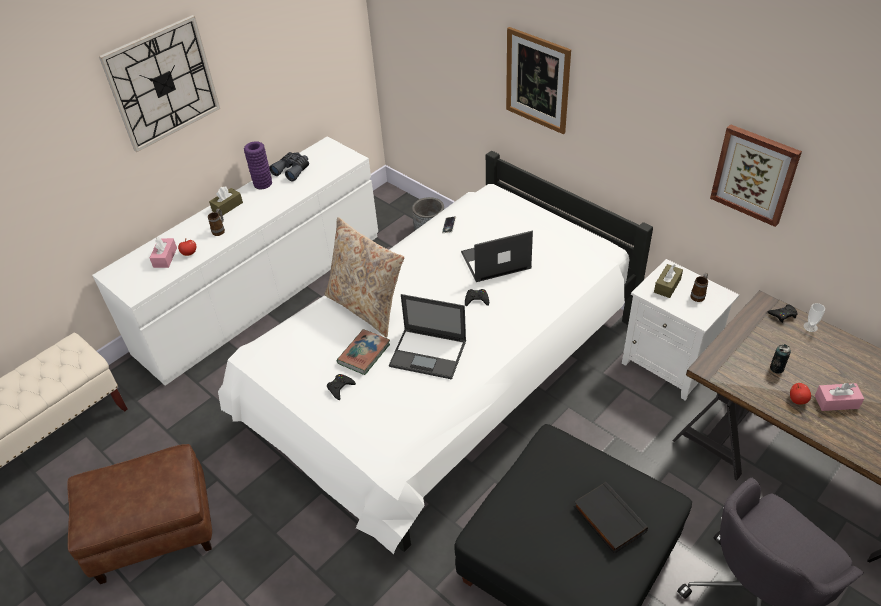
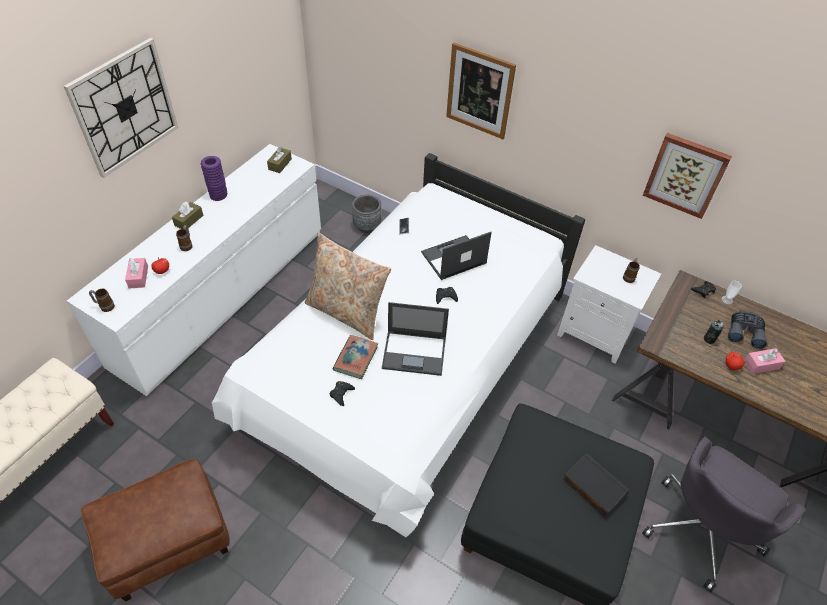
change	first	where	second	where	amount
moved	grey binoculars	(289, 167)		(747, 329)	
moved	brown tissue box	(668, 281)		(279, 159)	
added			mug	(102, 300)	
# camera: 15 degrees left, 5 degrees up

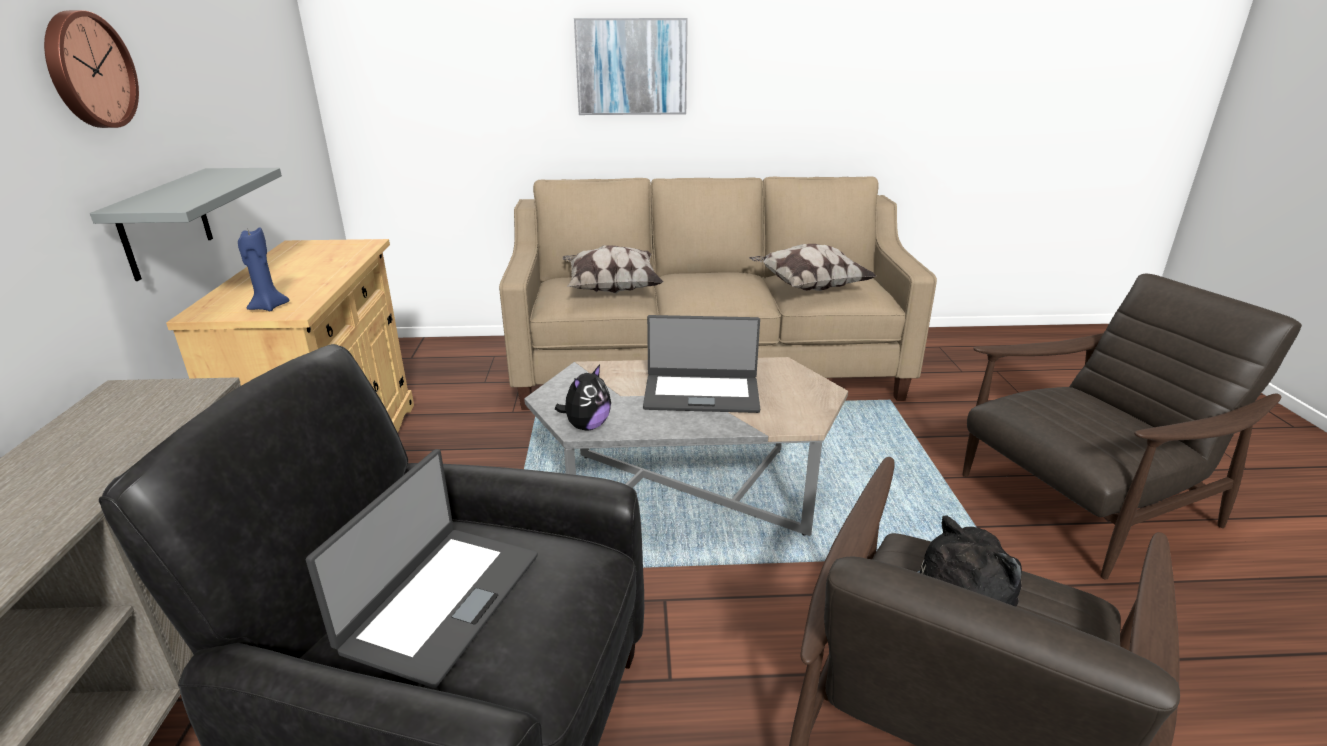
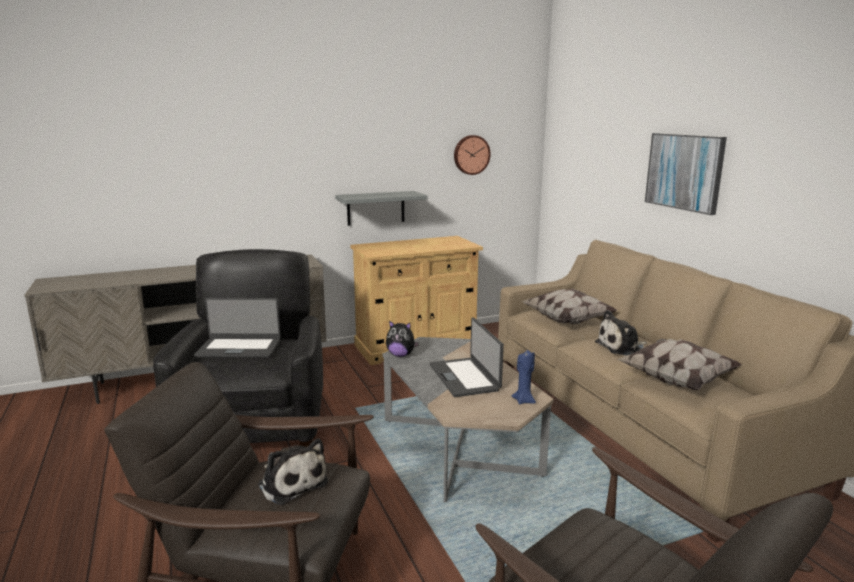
change	first	where	second	where	amount
moved	wall clock	(91, 69)		(472, 155)	
moved	blue candle	(264, 269)		(524, 377)	
added			plush toy	(621, 333)	
# camera: 70 degrees right, 10 degrees down

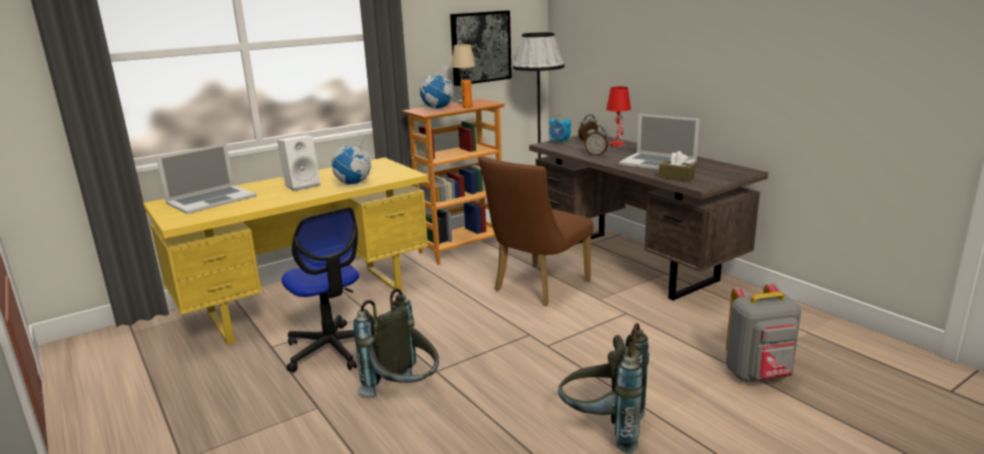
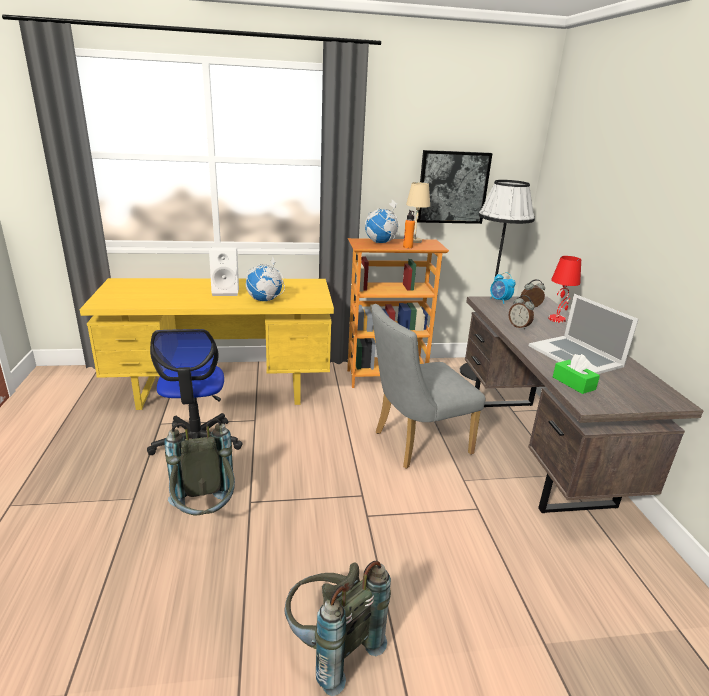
change	first	where	second	where	amount
removed	laptop	(206, 178)			
recoloured	brown tissue box	(677, 166)	green tissue box	(576, 374)	
recoloured	brown chair	(536, 231)	grey chair	(428, 386)	
removed	grey backpack	(763, 332)			
# camera: 25 degrees right, 5 degrees up

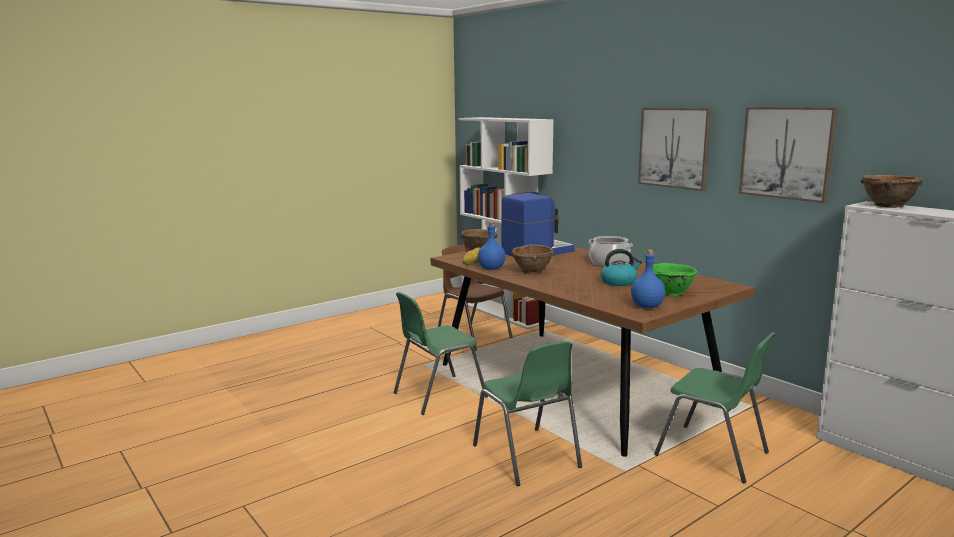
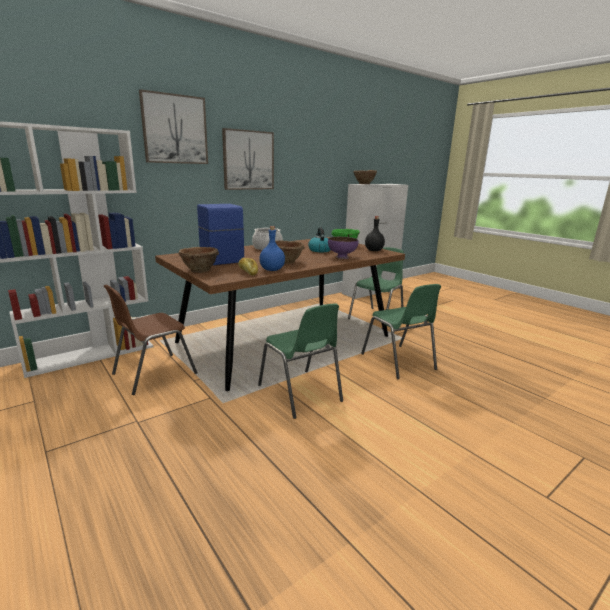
change	first	where	second	where	amount
moved	picture	(788, 155)		(173, 126)	
recoloured	blue bottle	(648, 279)	black bottle	(375, 233)	
turned	green chair	(527, 413)		(401, 331)	90 degrees clockwise
added			purple bowl	(343, 248)	
# camera: 90 degrees left, 5 degrees up

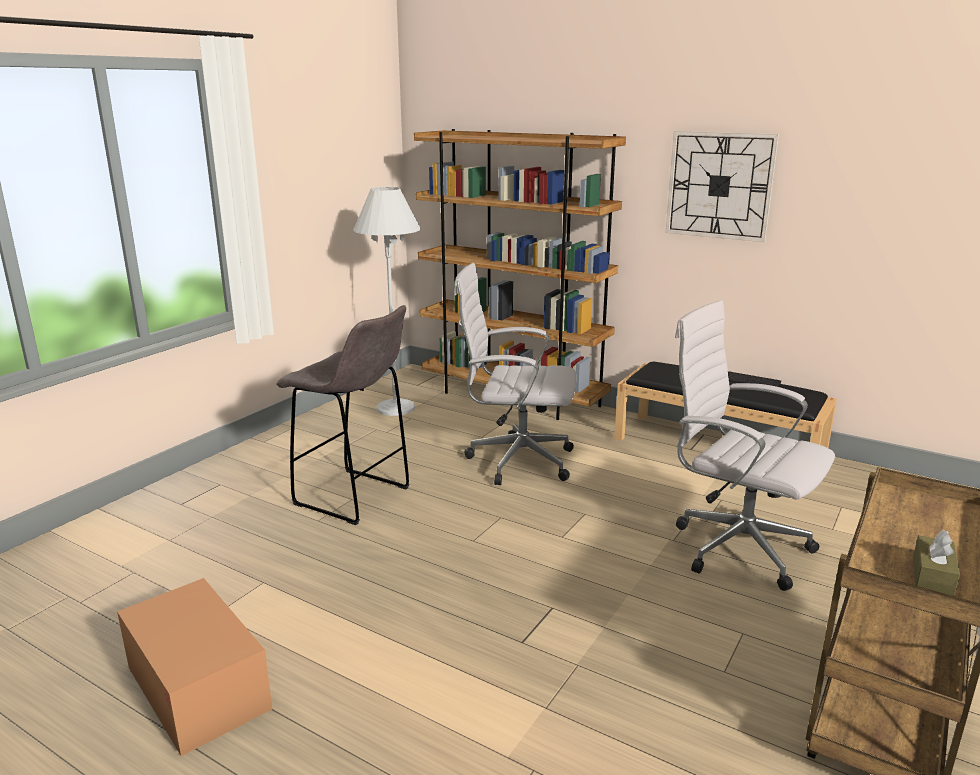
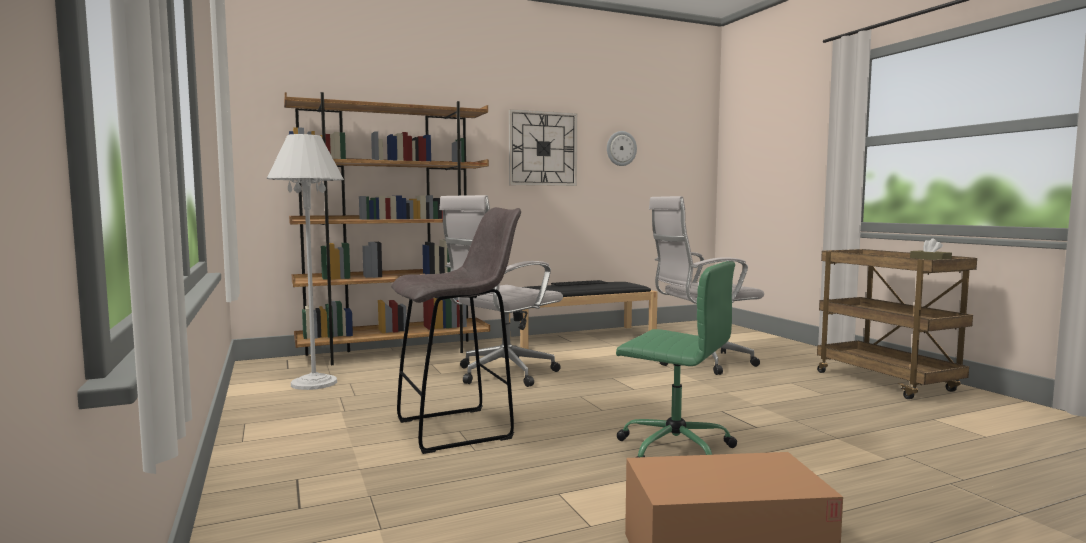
change	first	where	second	where	amount
added			wall clock	(622, 148)	
added			green office chair	(676, 359)	
# camera: 55 degrees left, 15 degrees down

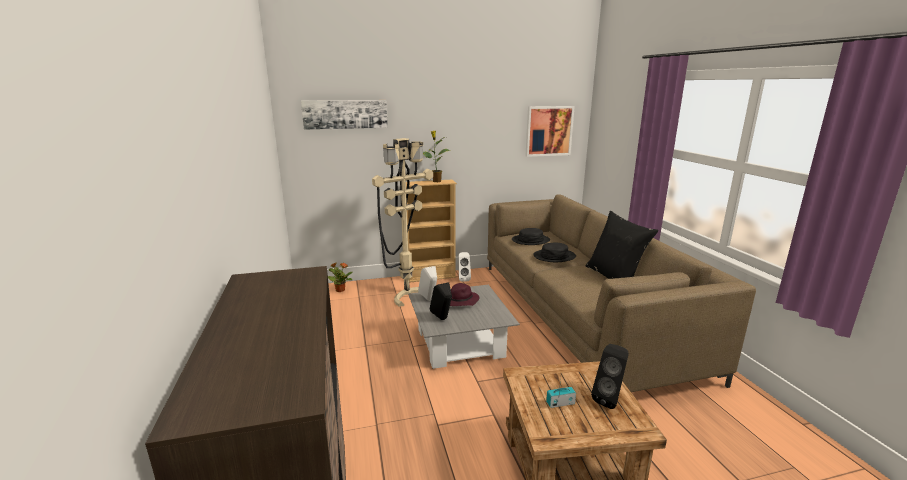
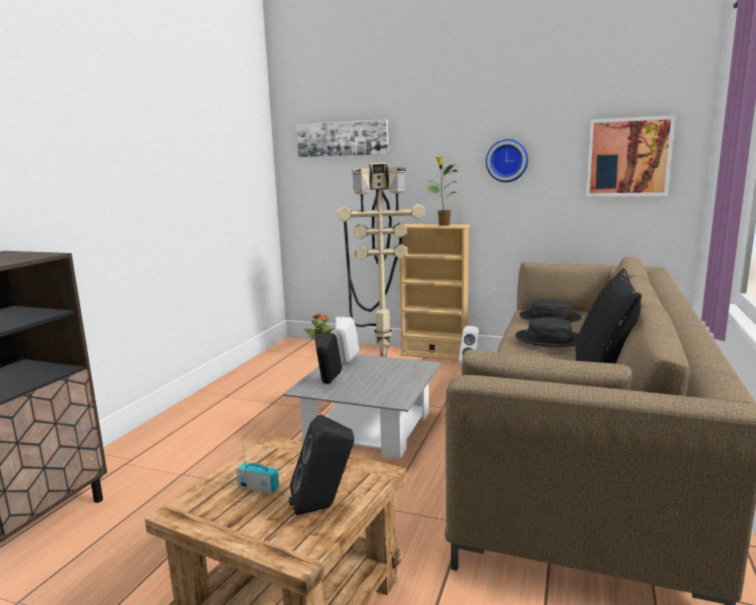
change	first	where	second	where	amount
removed	purple hat	(465, 294)			
added			wall clock	(507, 160)	
# camera: 35 degrees right, 5 degrees down

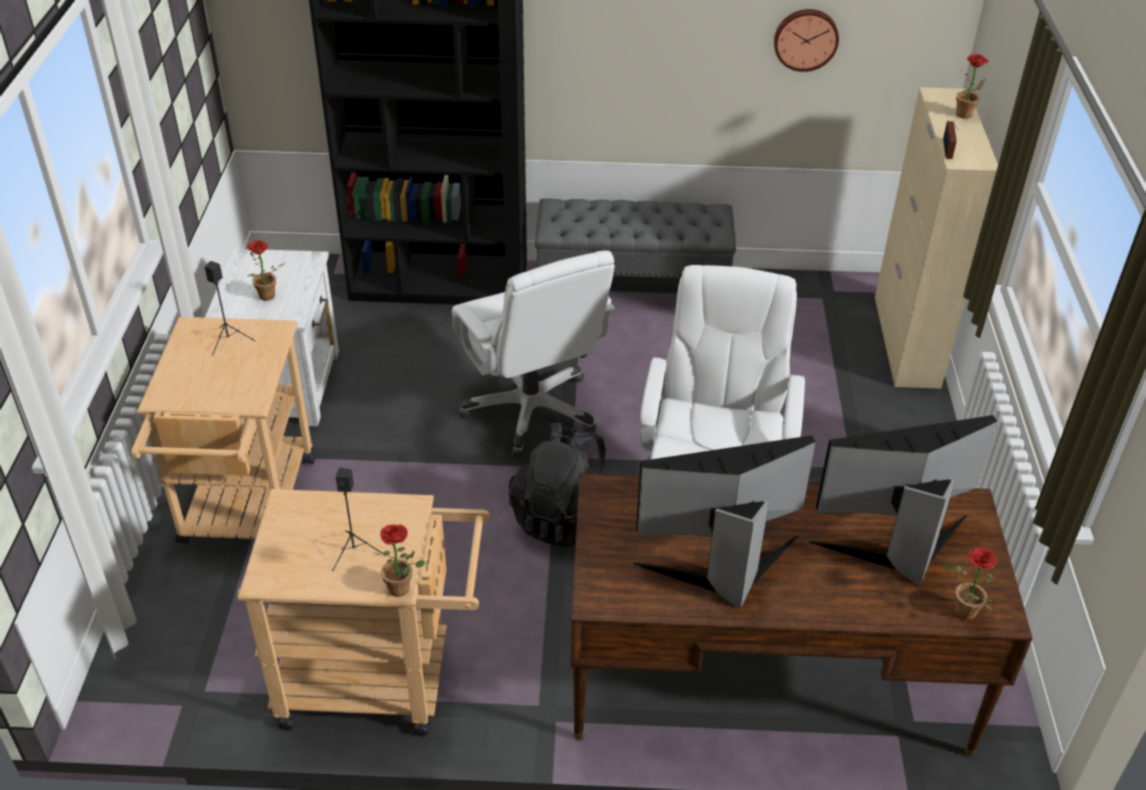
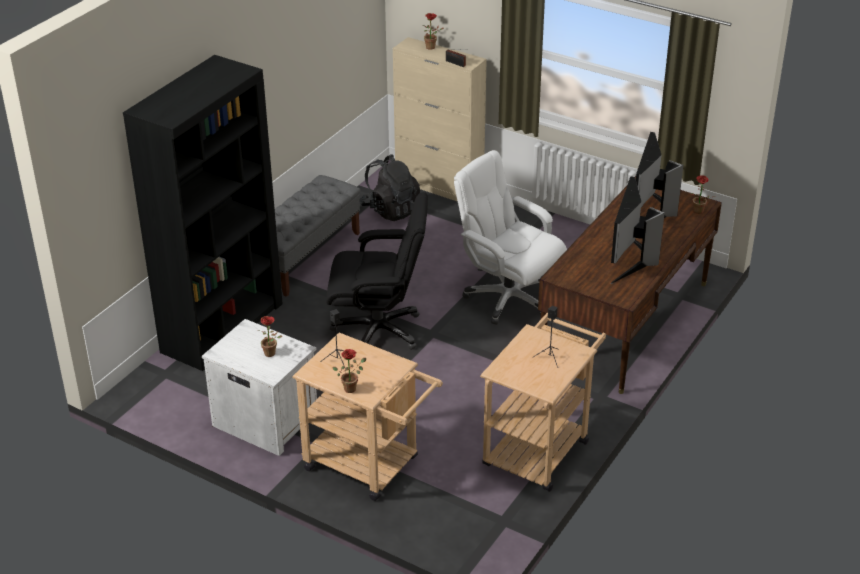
change	first	where	second	where	amount
removed	wall clock	(806, 40)			
recoloured	white office chair	(533, 354)	black office chair	(377, 271)	
moved	black backpack	(557, 485)		(390, 187)	
moved	potted plant	(400, 561)		(349, 371)	
# camera: 60 degrees left, 5 degrees down

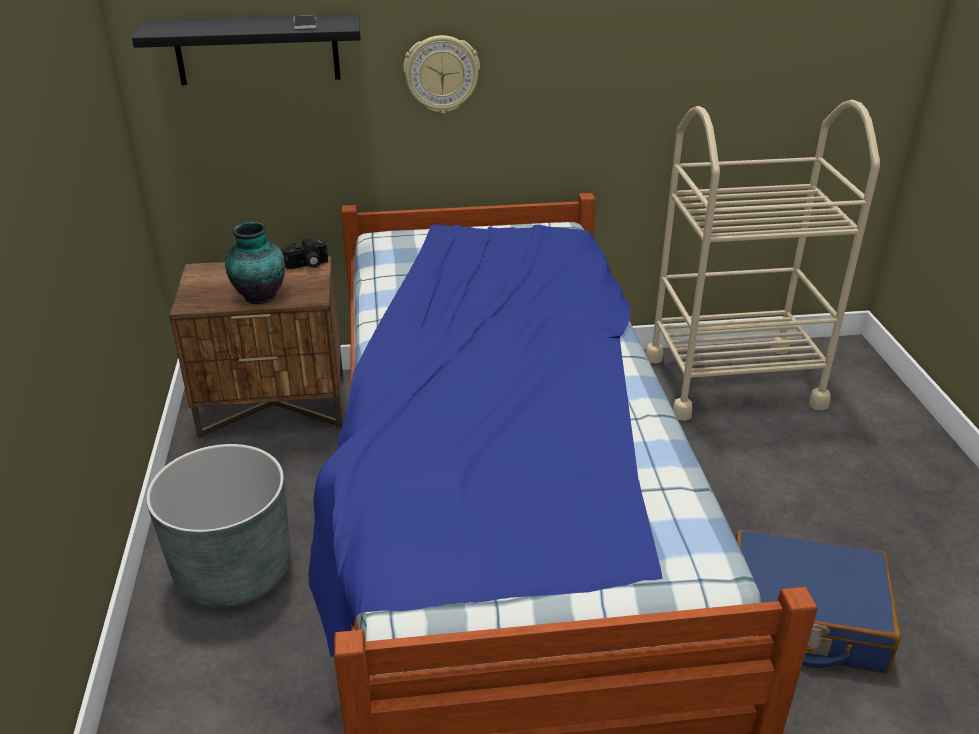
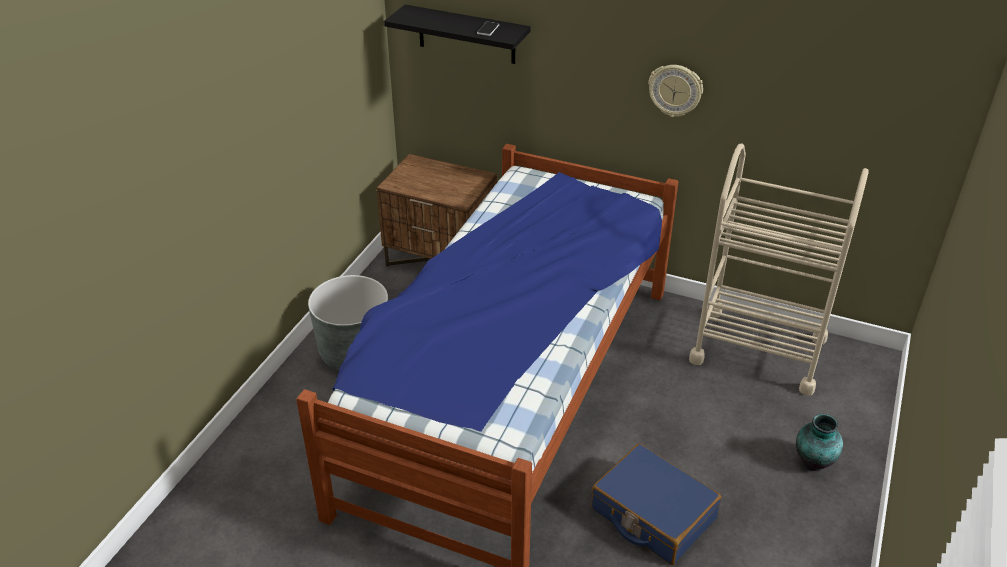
change	first	where	second	where	amount
moved	wall clock	(441, 74)		(675, 91)	
moved	vase	(255, 263)		(819, 442)	
removed	photo camera	(305, 253)			
# camera: 30 degrees right, 5 degrees up

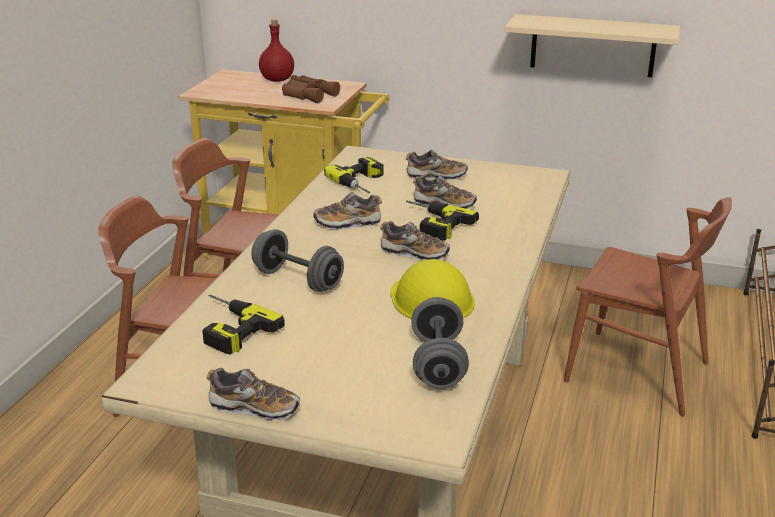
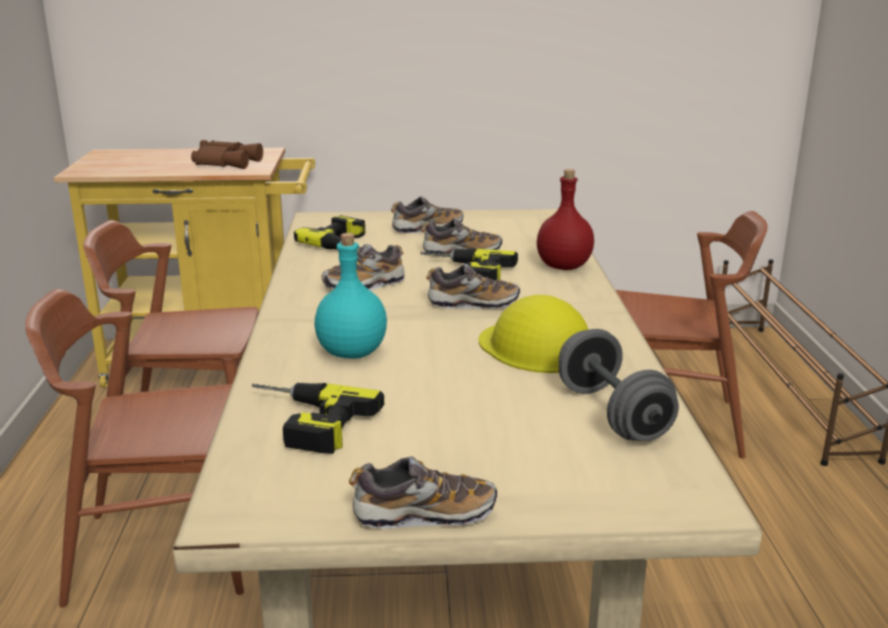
change	first	where	second	where	amount
removed	beige shelf	(592, 45)			
moved	red bottle	(276, 50)		(565, 219)	
replaced	grey dumbbell	(297, 260)	turquoise bottle	(351, 296)	
# camera: 20 degrees left, 5 degrees down

